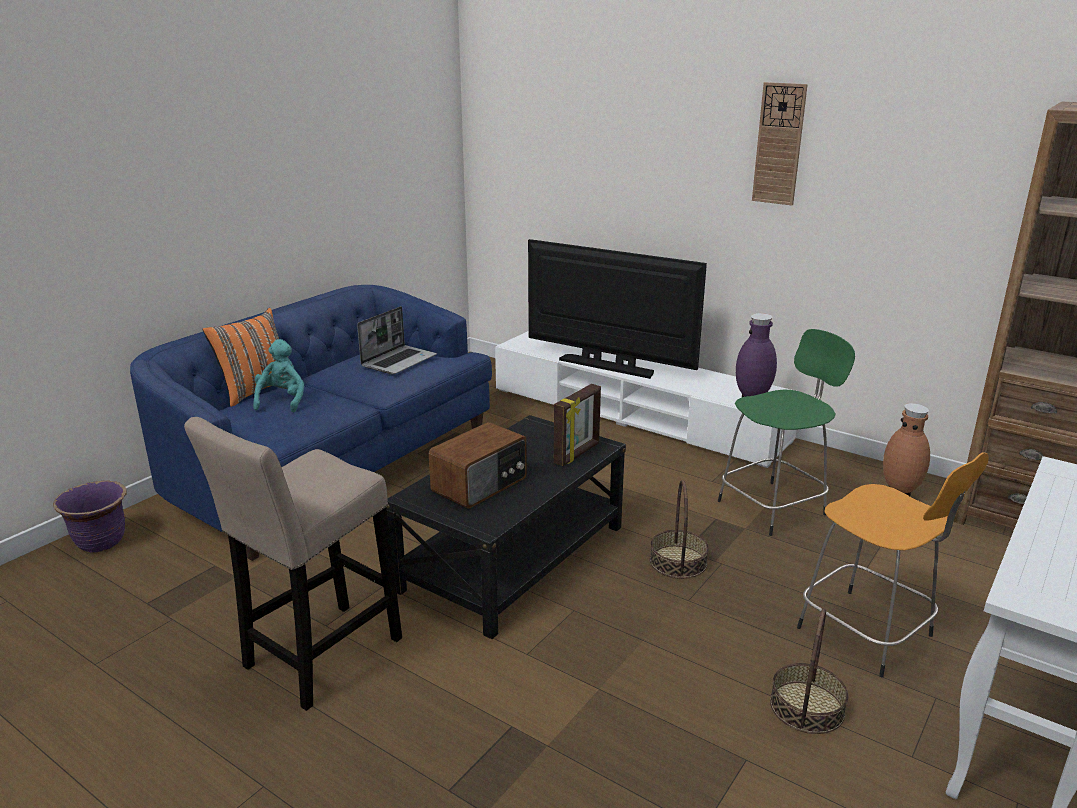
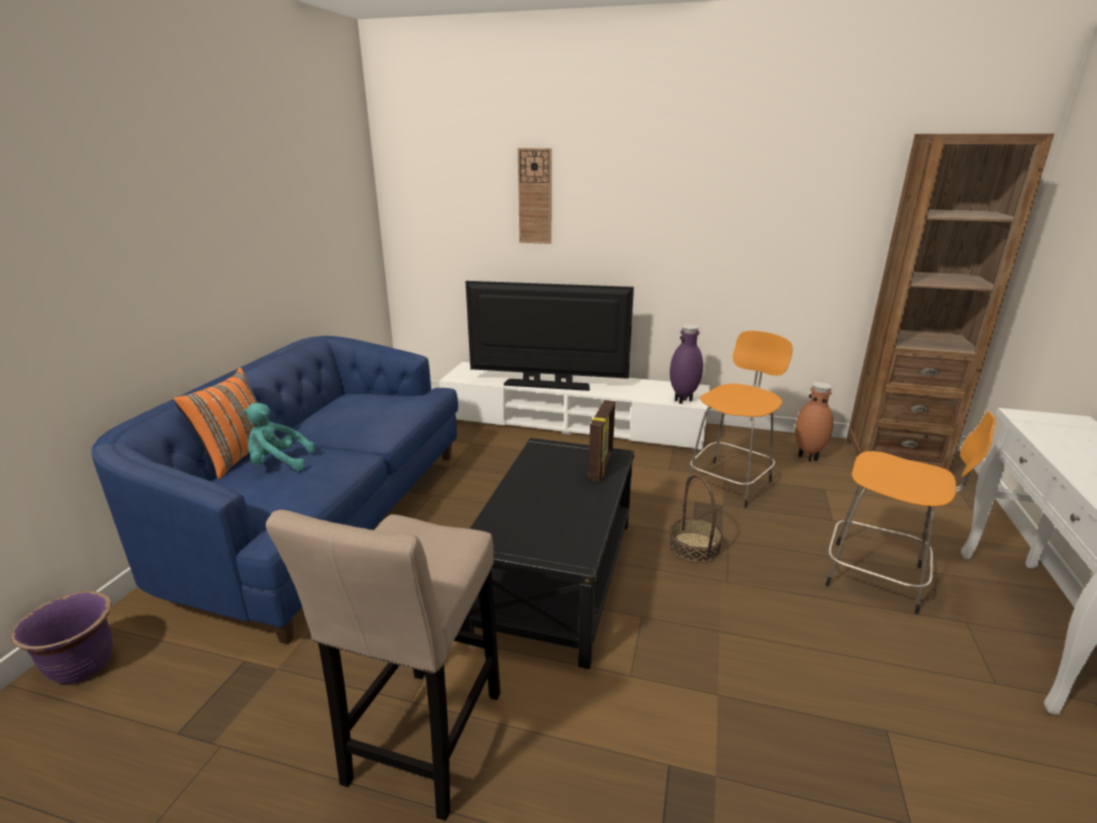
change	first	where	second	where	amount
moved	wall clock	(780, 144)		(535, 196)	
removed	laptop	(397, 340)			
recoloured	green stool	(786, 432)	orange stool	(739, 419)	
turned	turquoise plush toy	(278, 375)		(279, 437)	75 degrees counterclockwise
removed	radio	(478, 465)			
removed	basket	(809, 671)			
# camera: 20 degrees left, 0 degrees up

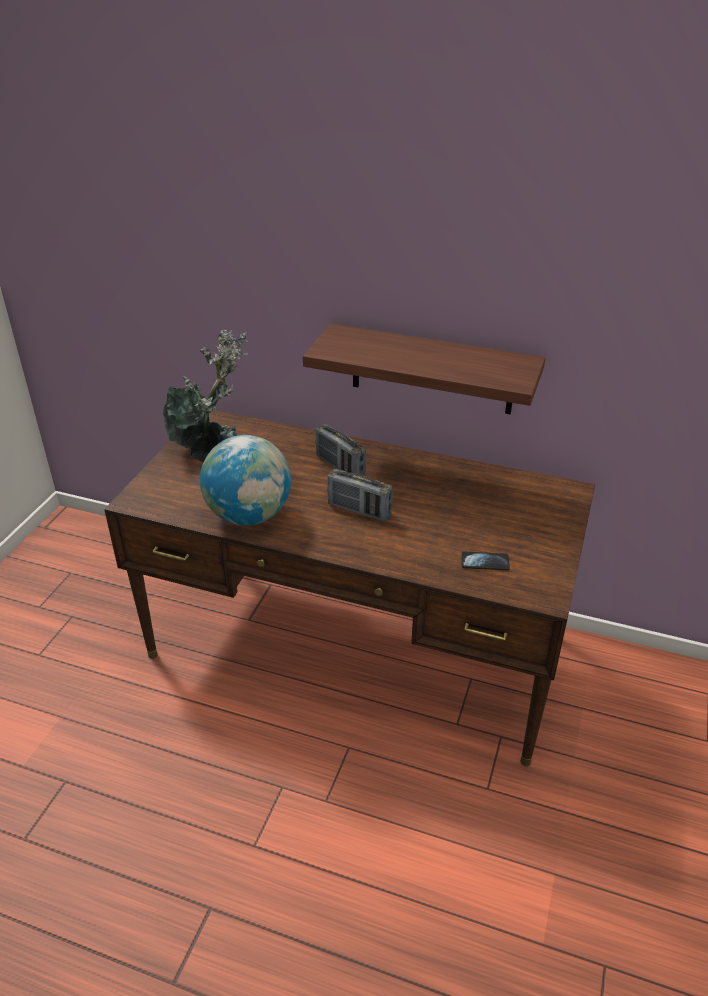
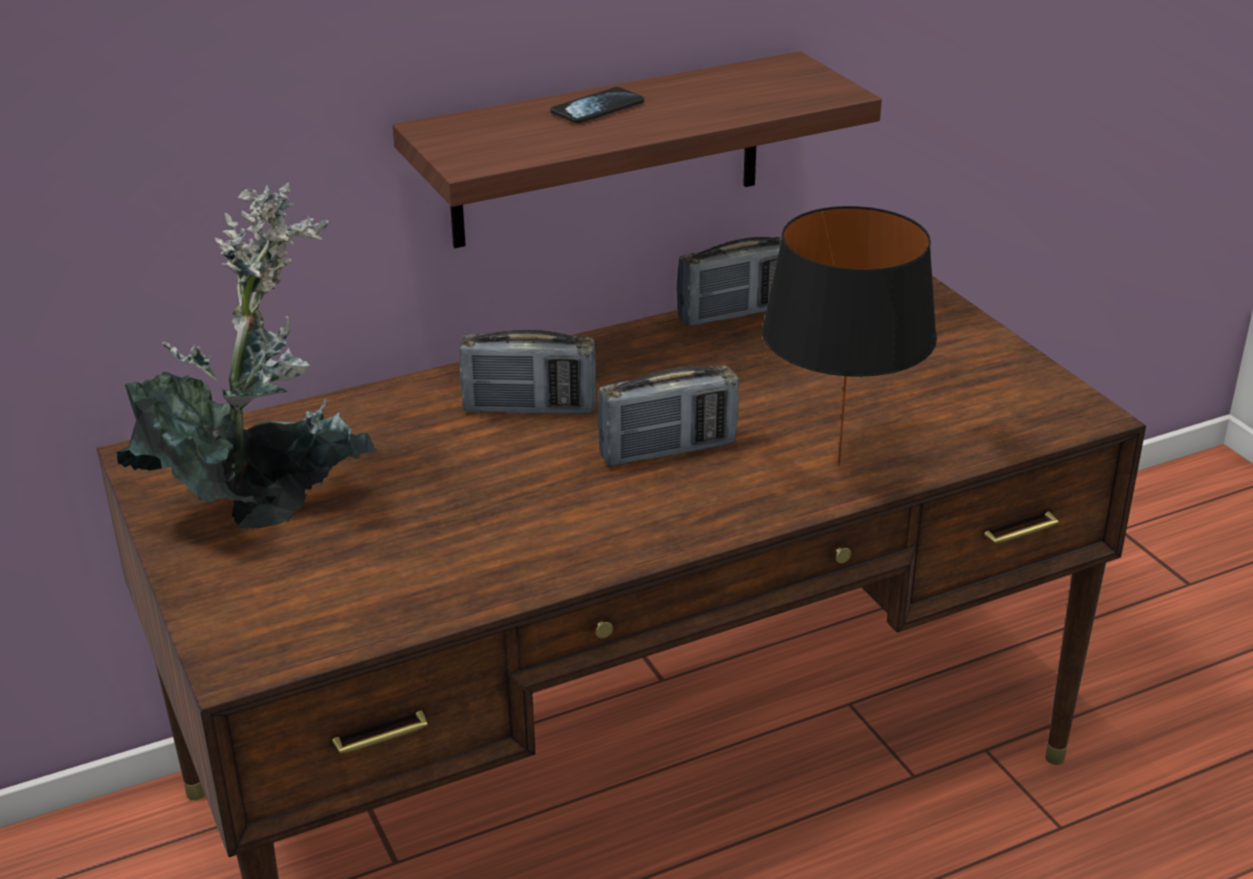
change	first	where	second	where	amount
removed	globe	(245, 480)			
moved	phone	(485, 560)		(597, 105)	
added			black table lamp	(849, 335)	
added			radio	(729, 281)	
# camera: 45 degrees left, 5 degrees down

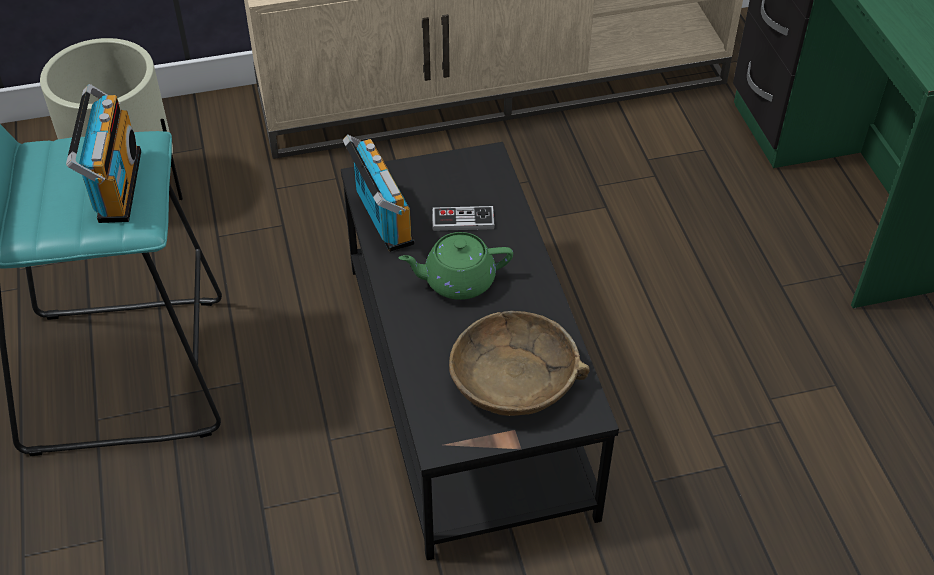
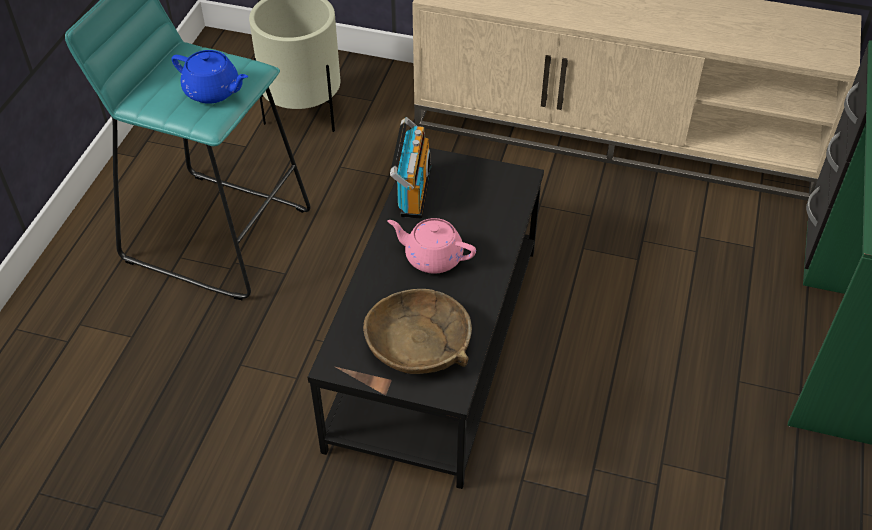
change	first	where	second	where	amount
replaced	radio	(103, 153)	blue teapot	(210, 77)	
removed	game controller	(463, 218)			
recoloured	green teapot	(456, 266)	pink teapot	(431, 246)	
# camera: 30 degrees right, 0 degrees up

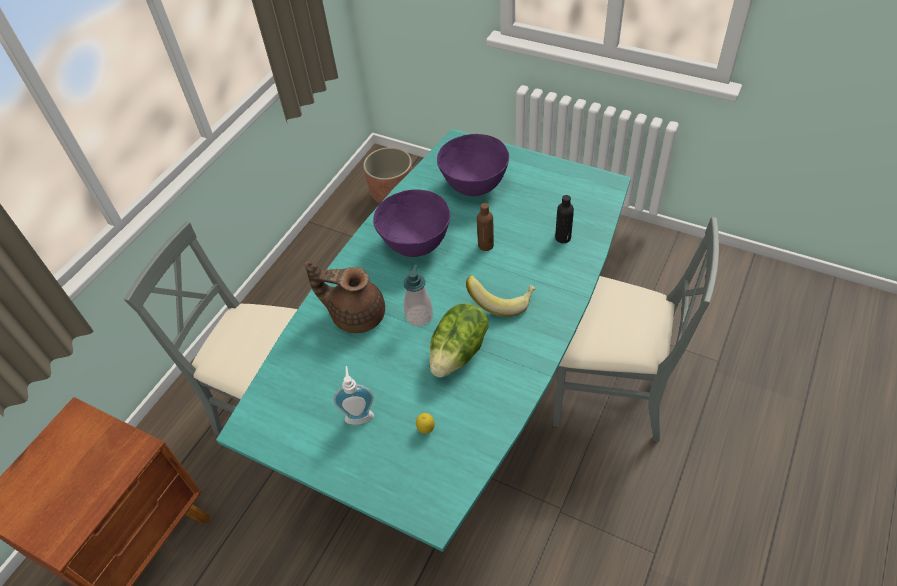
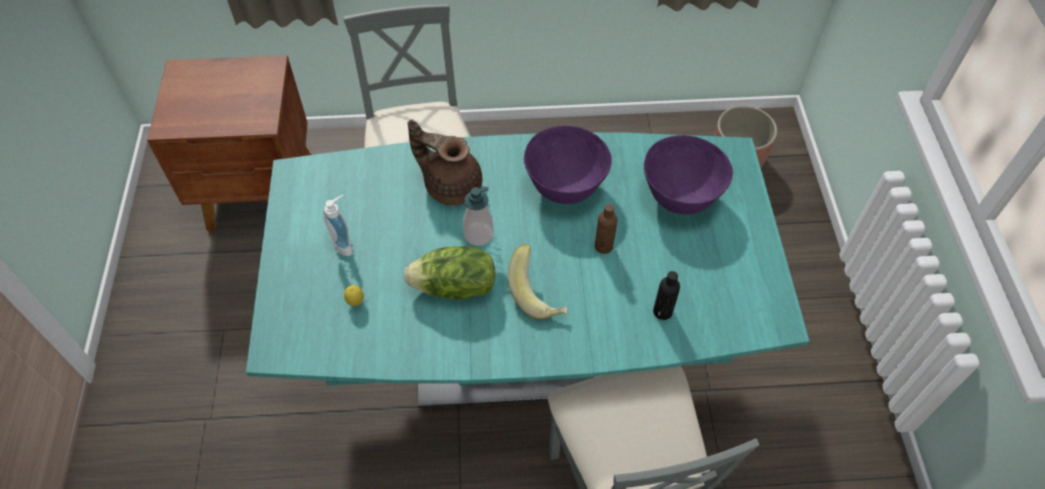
change	first	where	second	where	amount
turned	brown teapot	(345, 297)		(445, 163)	45 degrees counterclockwise
# camera: 55 degrees right, 5 degrees up

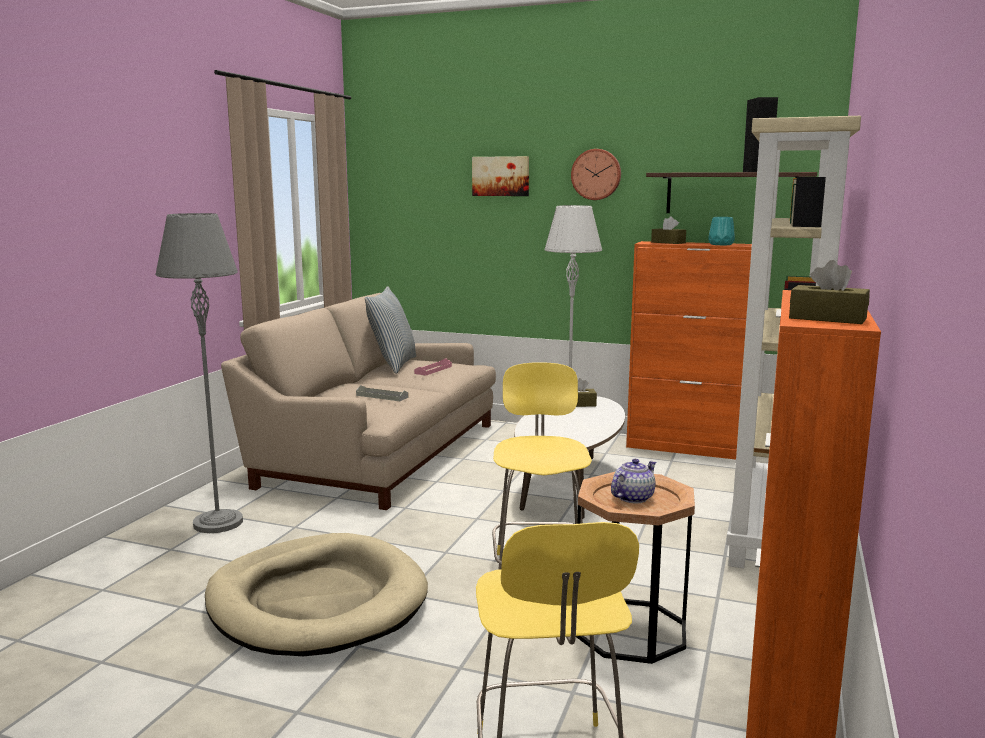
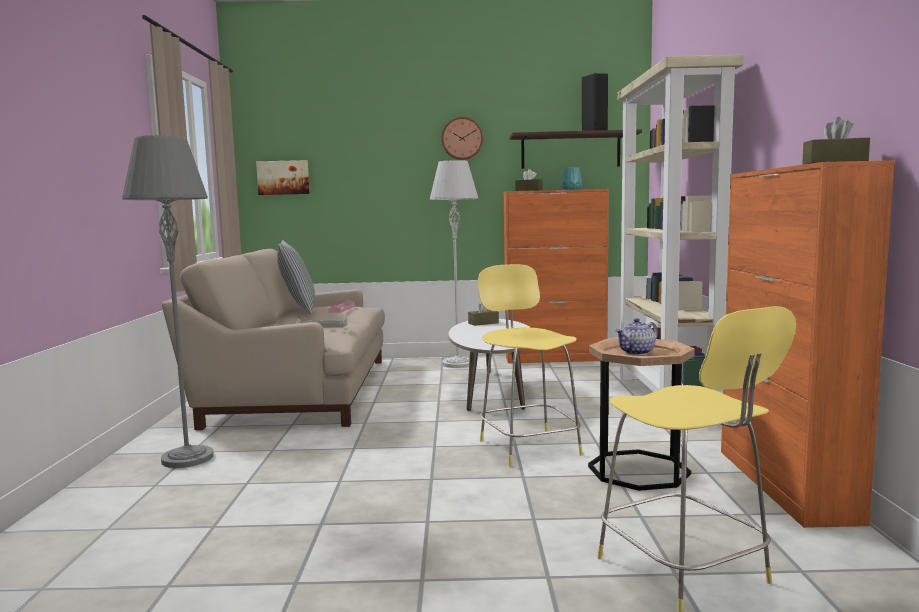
change	first	where	second	where	amount
moved	picture	(500, 176)		(283, 177)	
turned	teapot	(633, 481)		(637, 336)	150 degrees counterclockwise
removed	beige dog bed	(316, 594)			
# camera: 20 degrees left, 5 degrees down

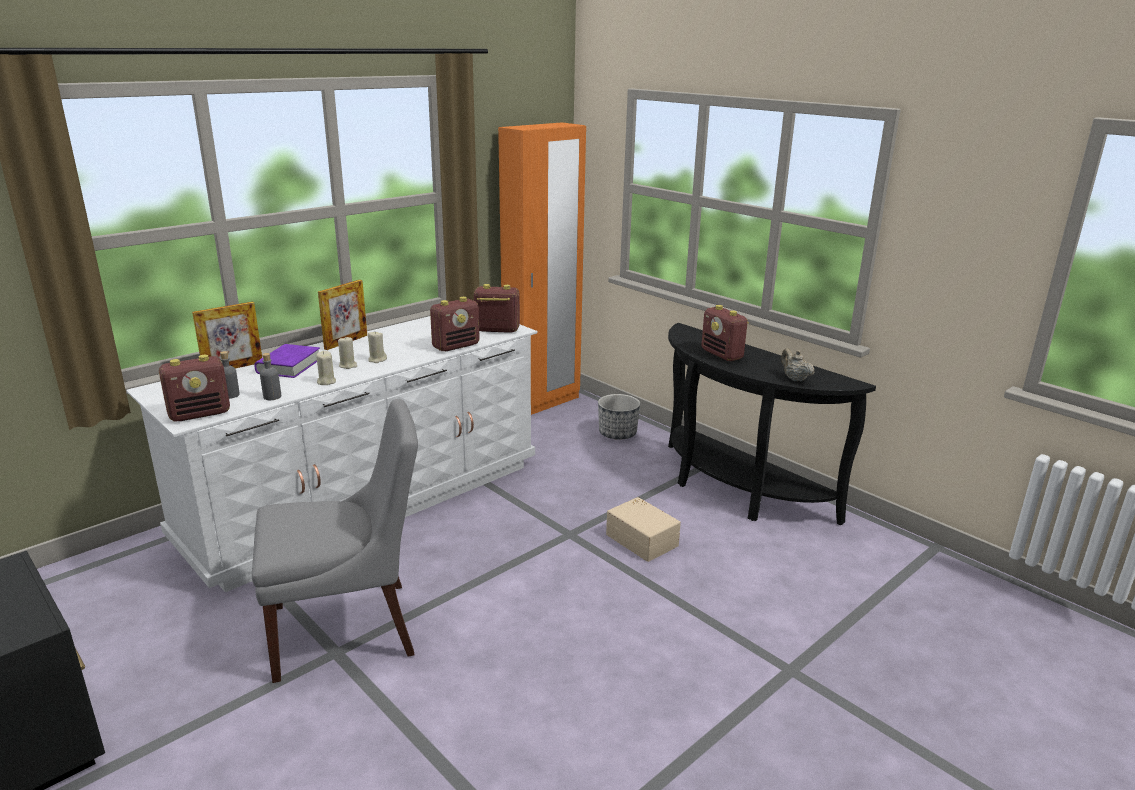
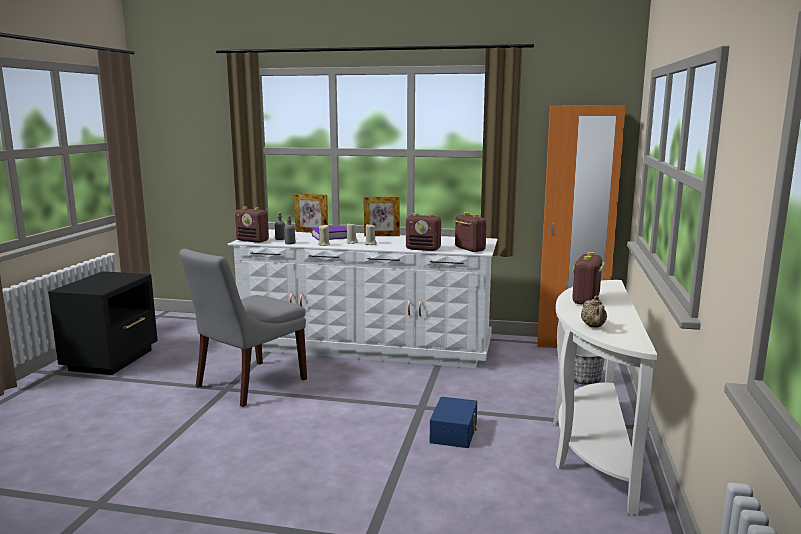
change	first	where	second	where	amount
recoloured	black console table	(772, 424)	white console table	(605, 398)	
turned	beige teapot	(797, 364)		(594, 311)	150 degrees clockwise
turned	grey chair	(335, 541)		(243, 328)	90 degrees clockwise
recoloured	beige storage box	(643, 529)	blue storage box	(453, 422)	
# camera: 55 degrees right, 10 degrees down

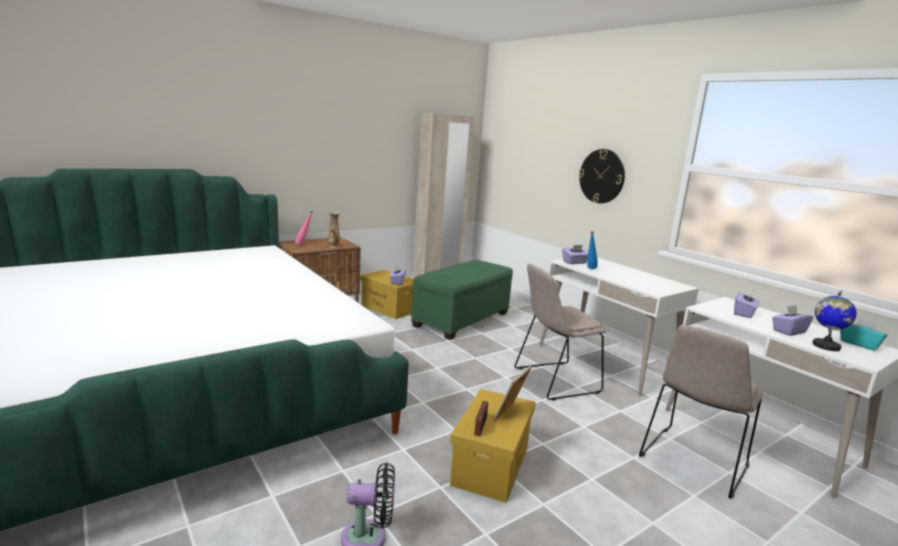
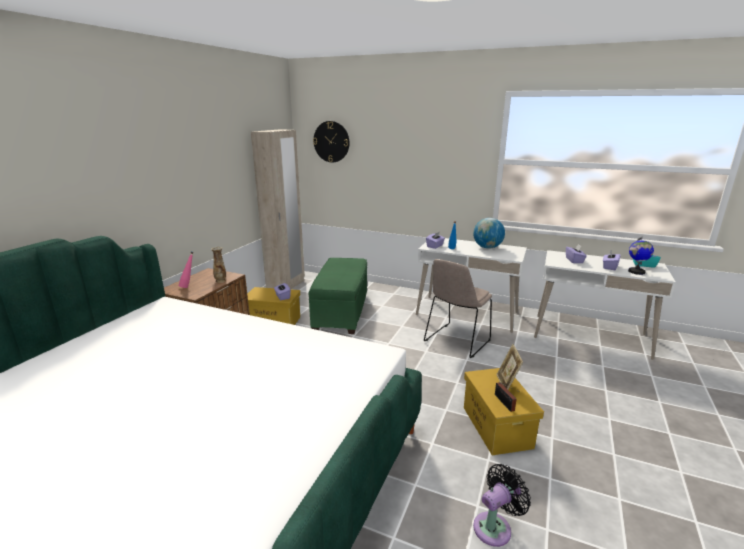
change	first	where	second	where	amount
moved	wall clock	(602, 176)		(331, 141)	
removed	beige chair	(701, 412)			
added			globe	(489, 233)	
# camera: 30 degrees left, 5 degrees up

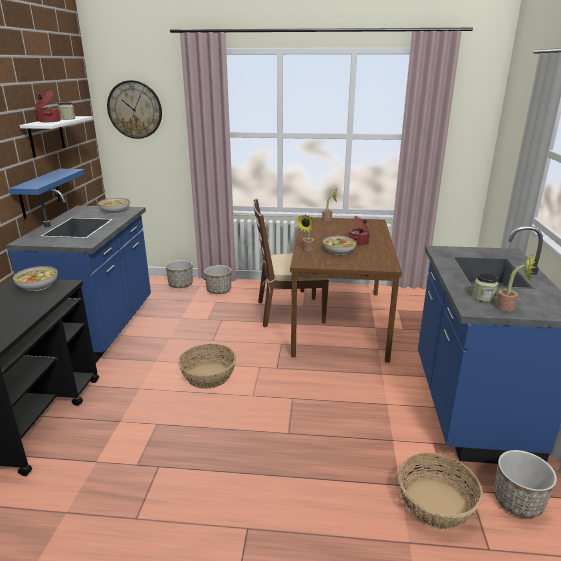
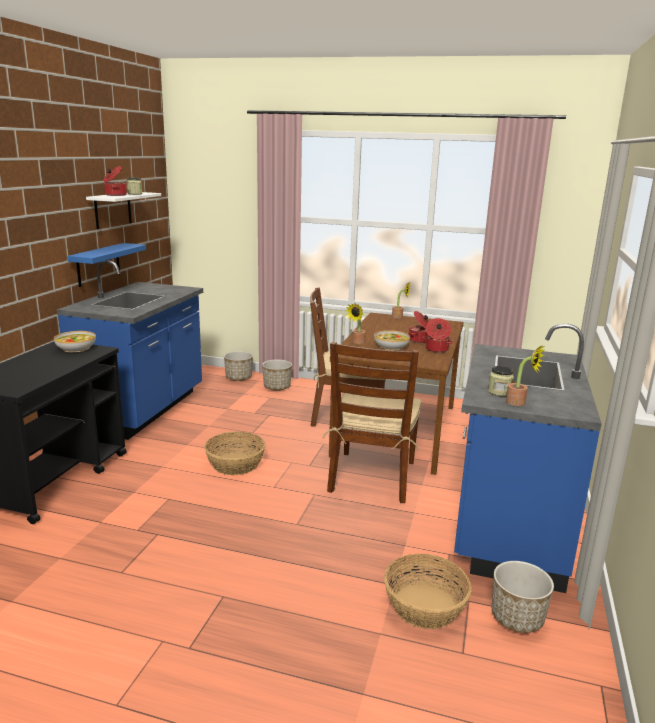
change	first	where	second	where	amount
removed	wall clock	(134, 109)			
removed	bowl	(114, 206)			
added			cooking pot	(438, 335)	
added			brown chair	(372, 422)	
# camera: 10 degrees right, 5 degrees down

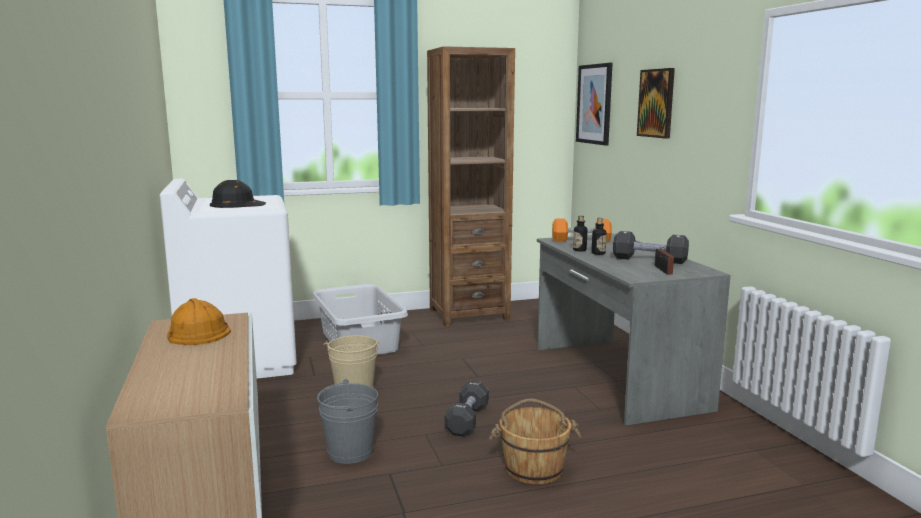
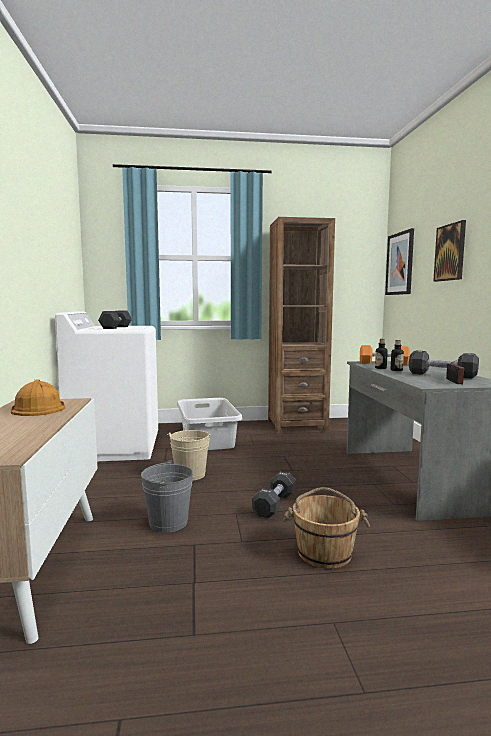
change	first	where	second	where	amount
replaced	black hard hat	(238, 194)	black dumbbell	(115, 320)	
# camera: 10 degrees right, 5 degrees down

